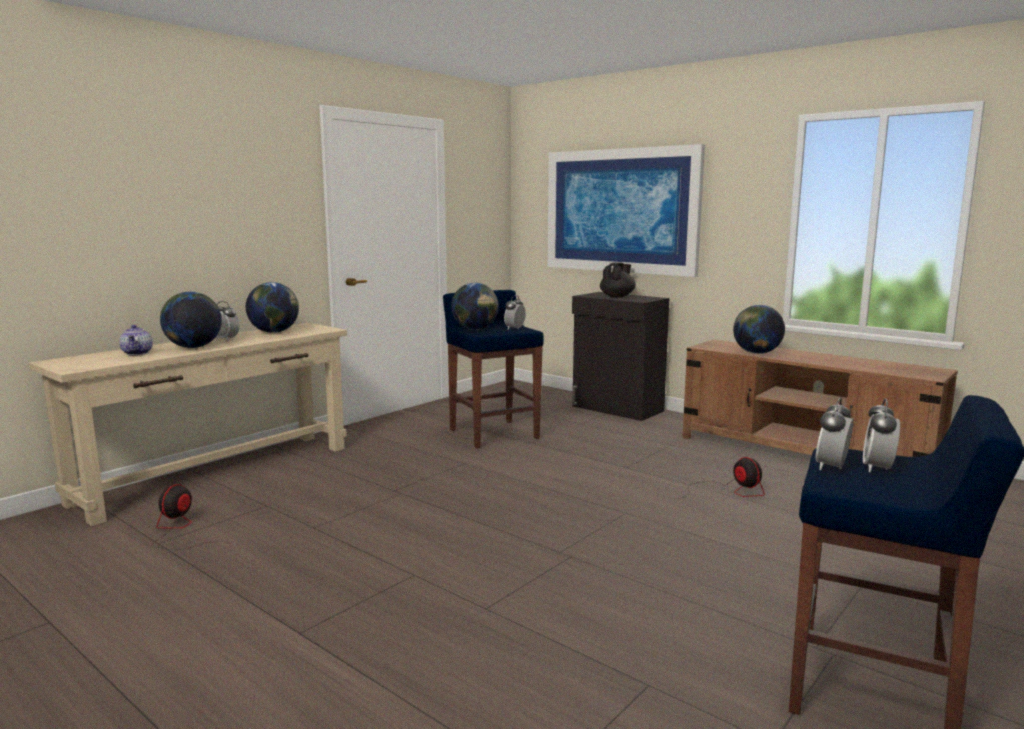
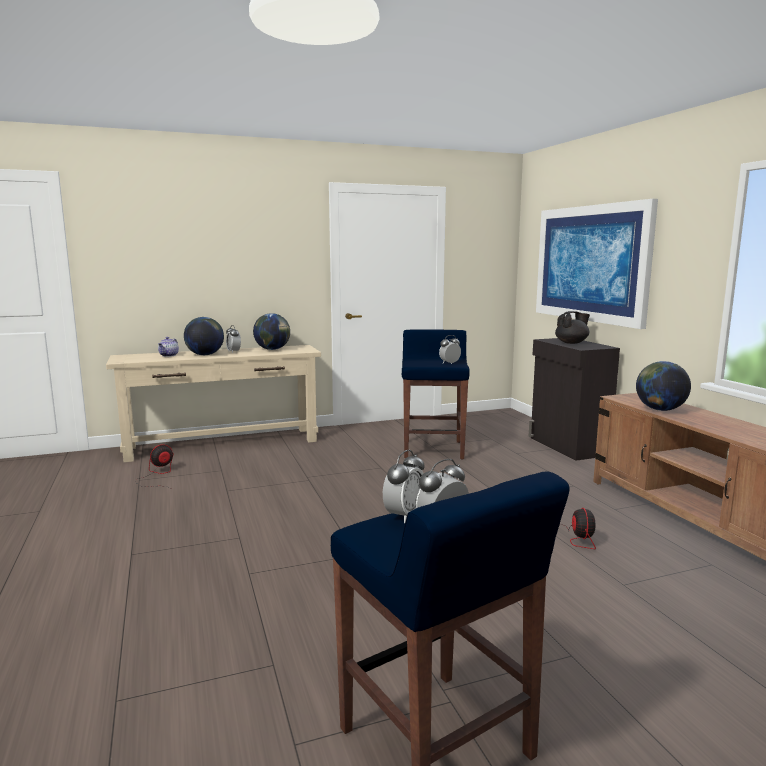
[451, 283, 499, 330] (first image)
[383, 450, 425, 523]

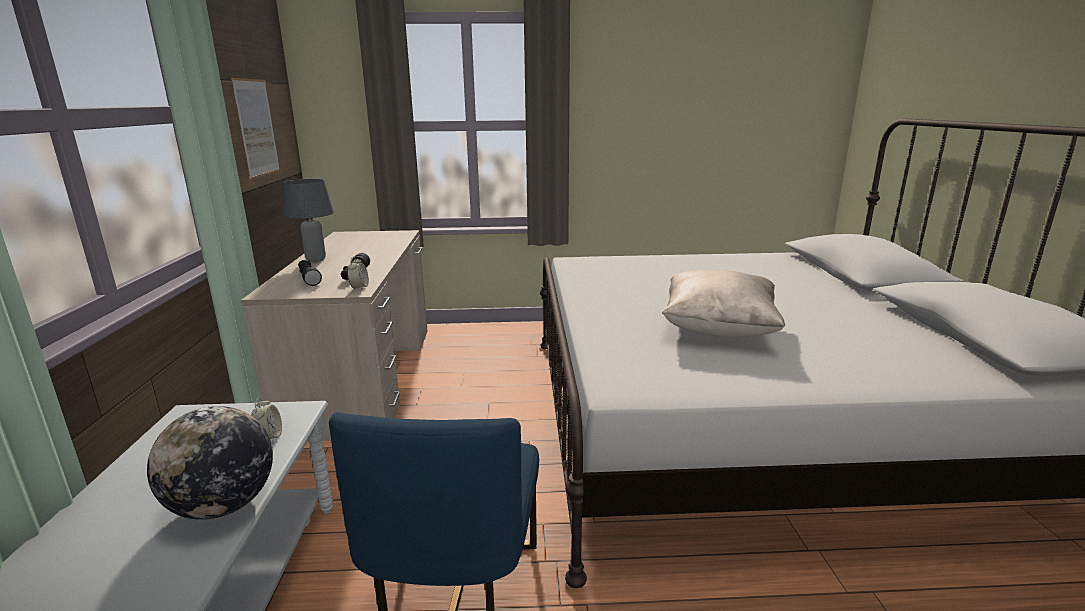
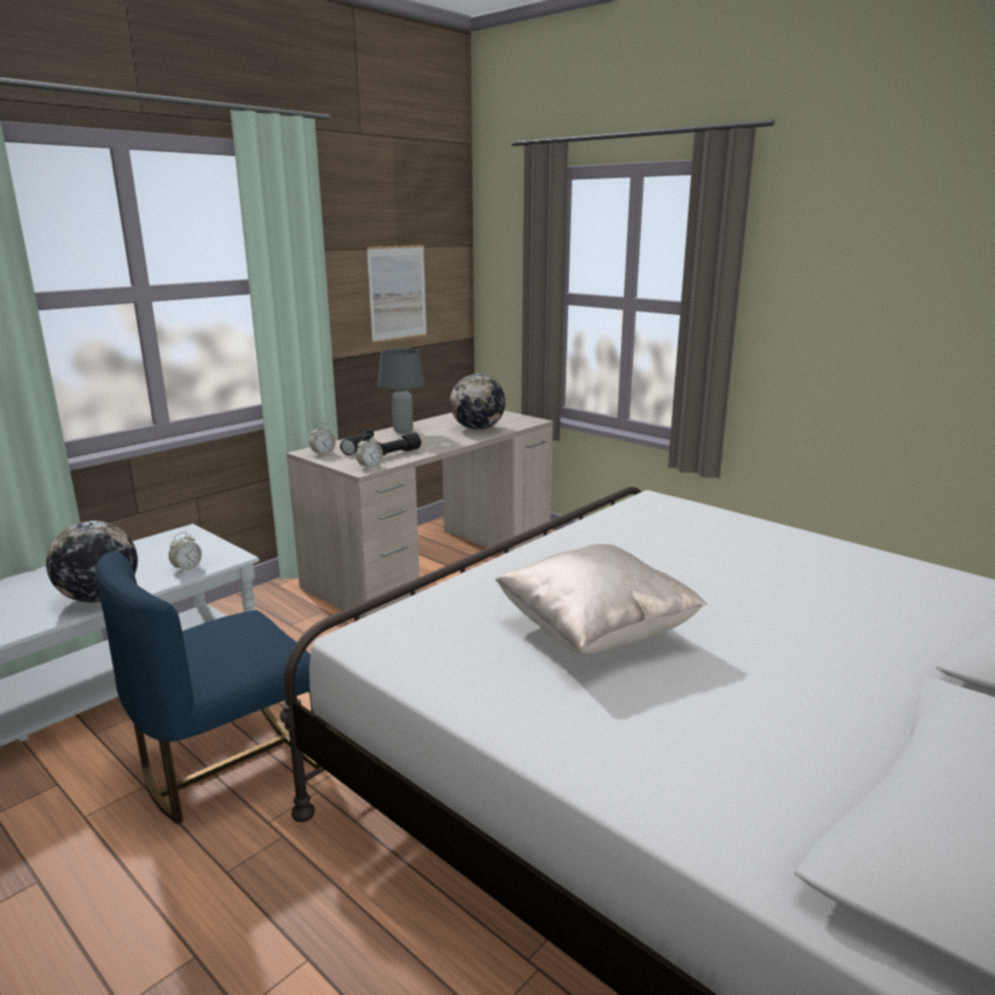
[450, 374, 505, 430]
[309, 423, 336, 456]

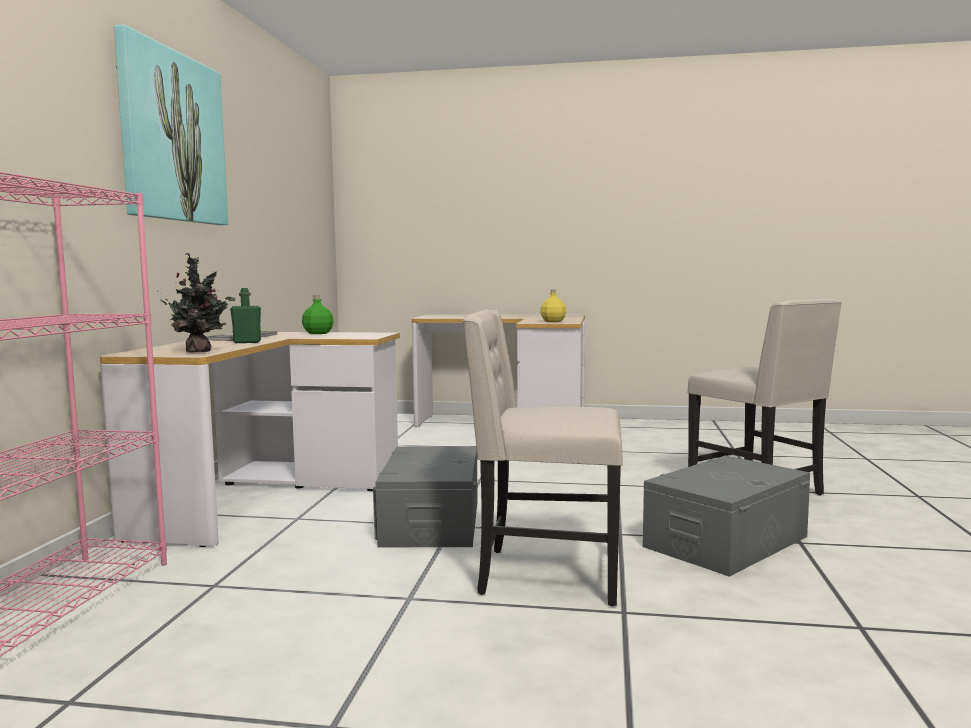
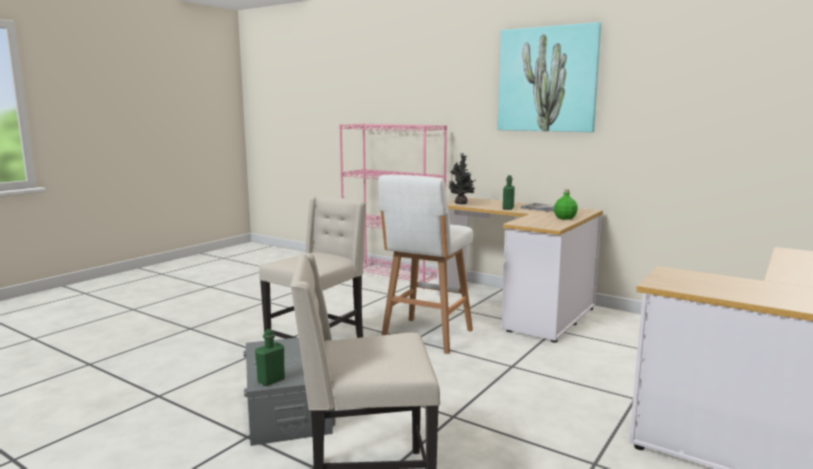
[540, 289, 566, 322] (first image)
[378, 175, 473, 354]
[255, 329, 285, 386]

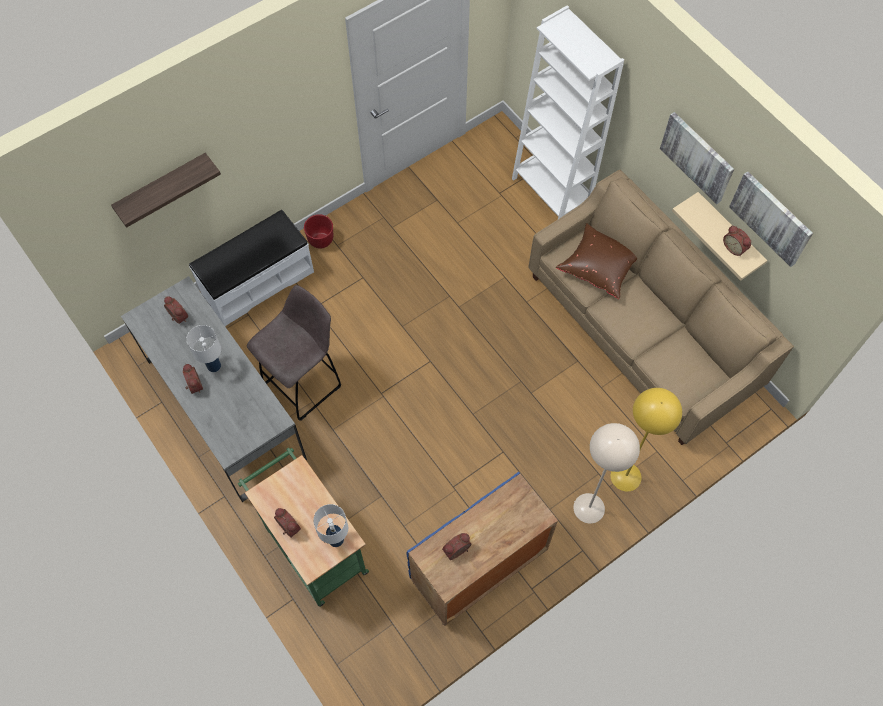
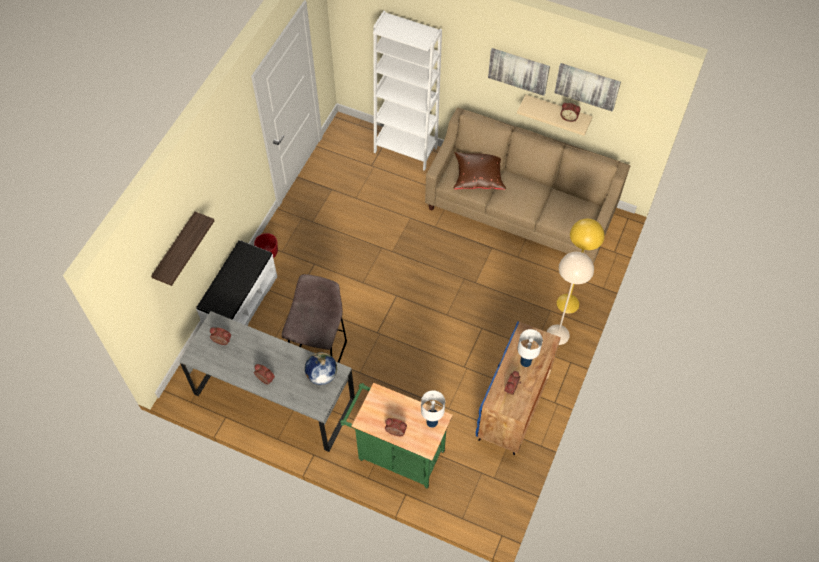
[518, 329, 543, 367]
[305, 352, 337, 385]

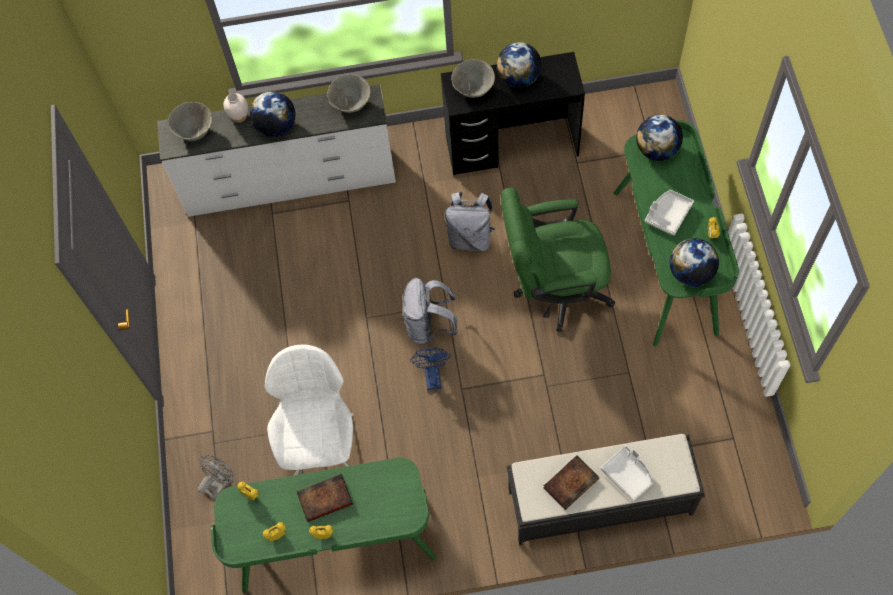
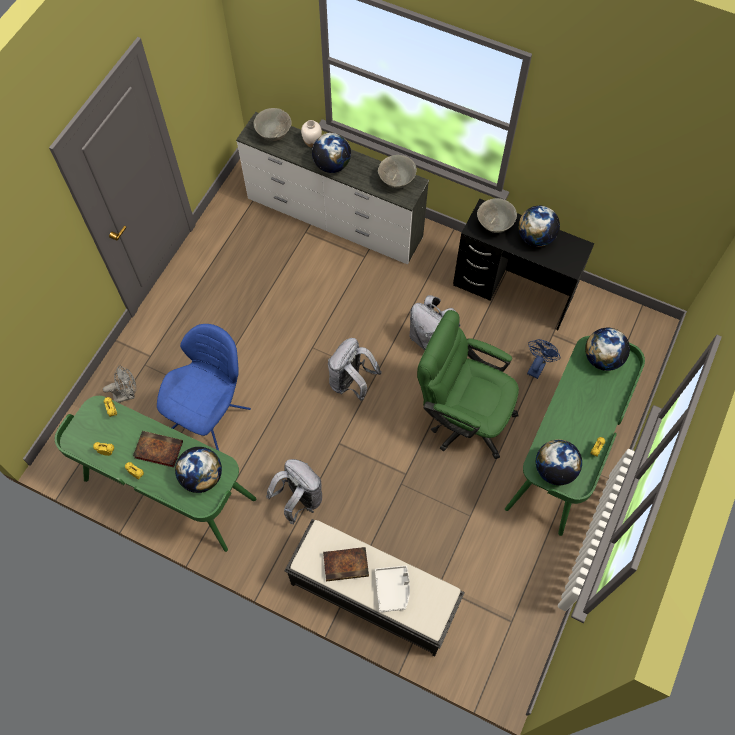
[645, 190, 694, 236] (first image)
[157, 324, 251, 451]
[527, 339, 561, 379]
[175, 447, 222, 493]
[266, 459, 322, 524]

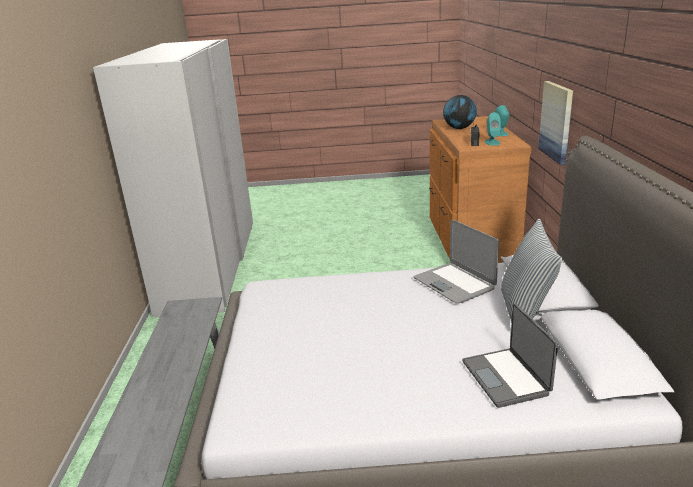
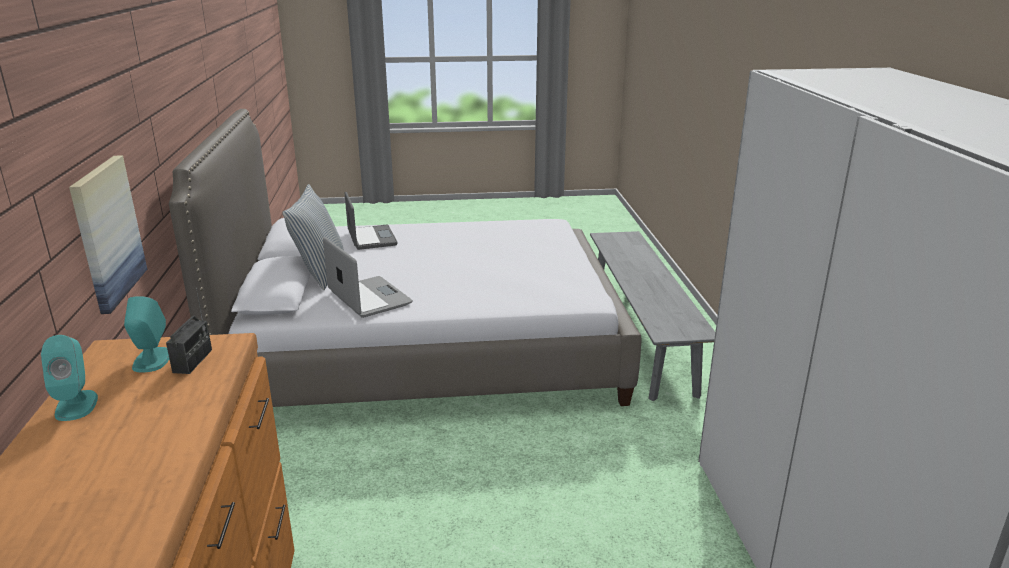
[443, 95, 477, 129] (first image)

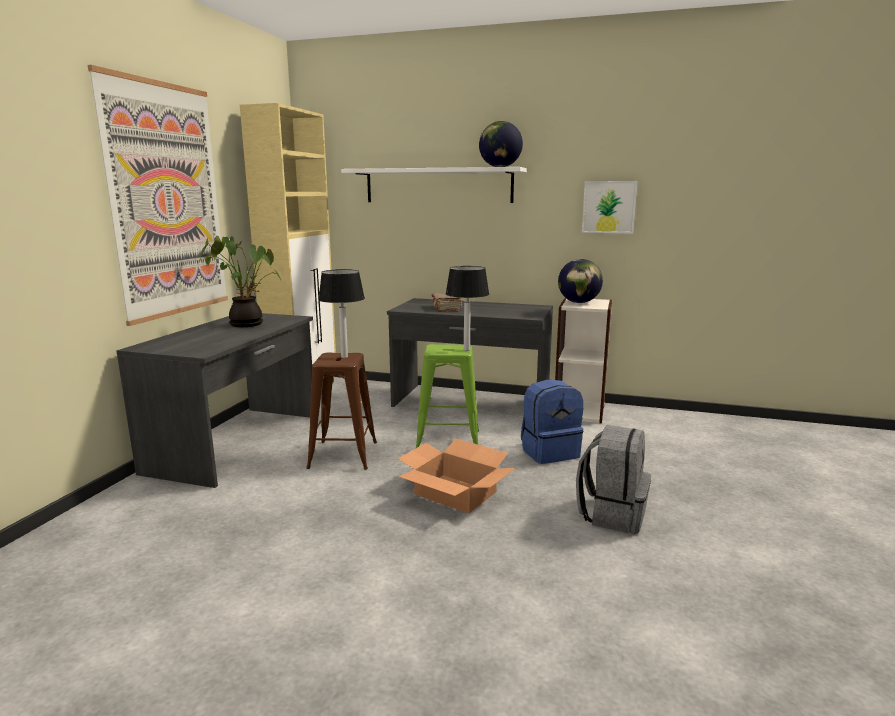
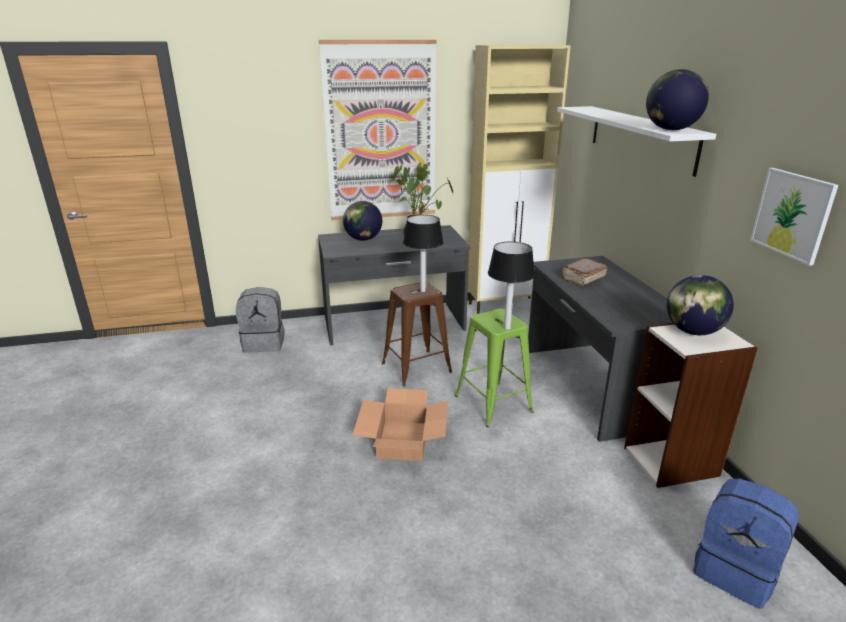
[693, 478, 799, 609]
[236, 287, 284, 353]
[343, 201, 382, 241]

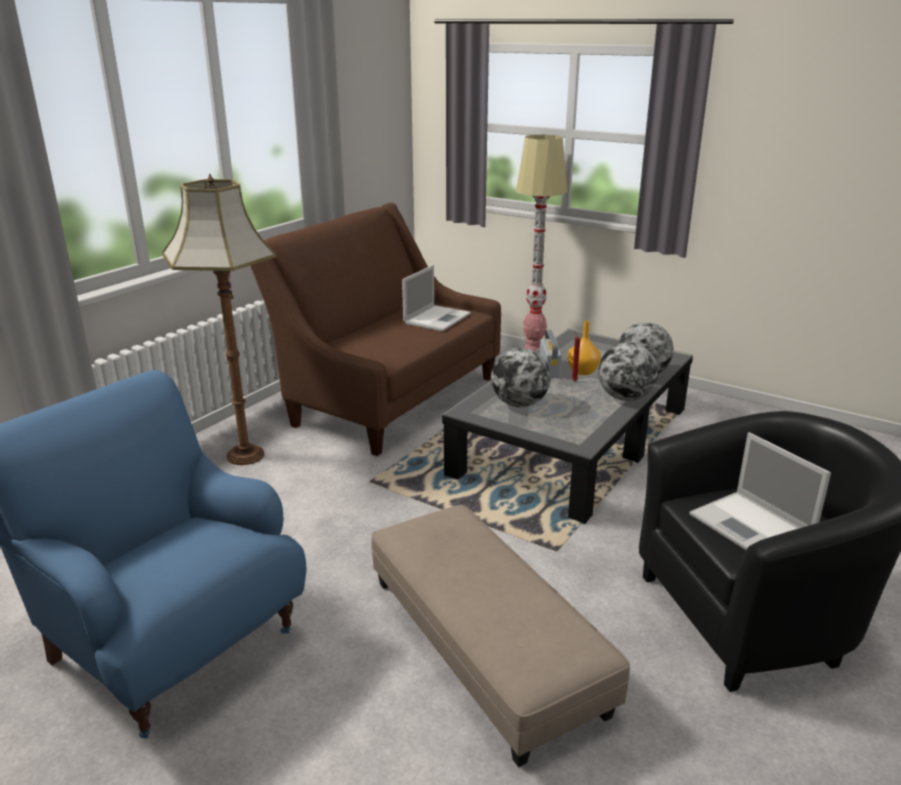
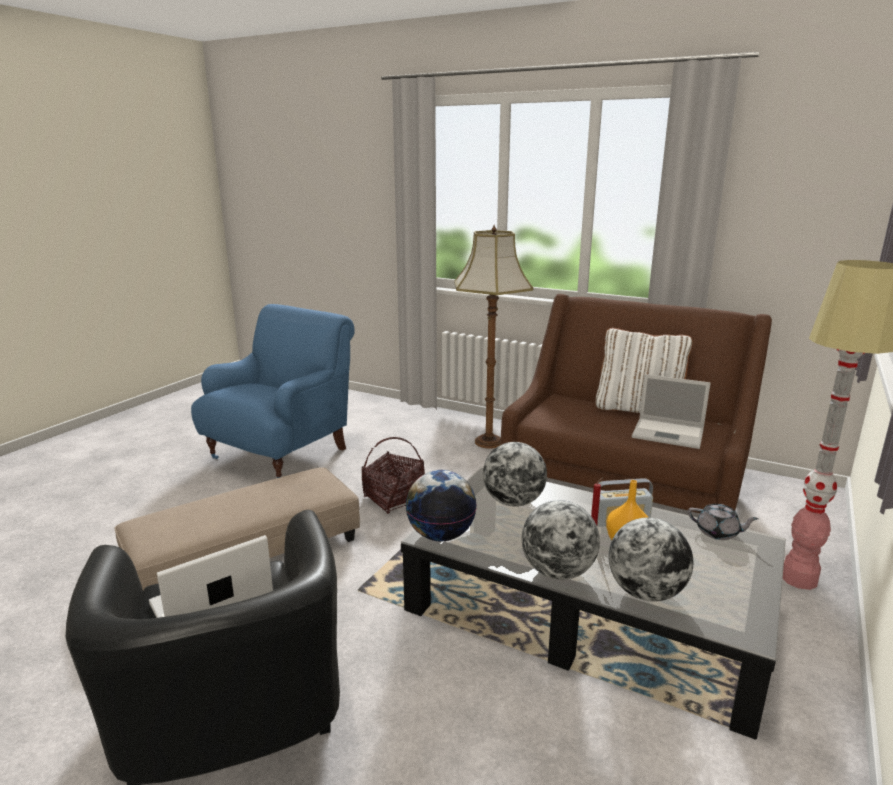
[595, 328, 693, 413]
[362, 437, 425, 514]
[406, 470, 477, 541]
[688, 504, 759, 540]

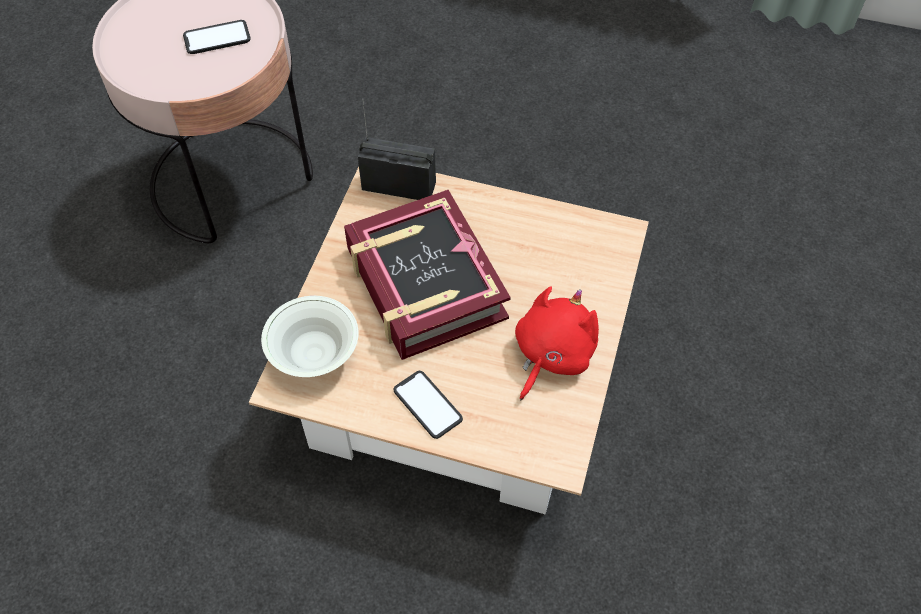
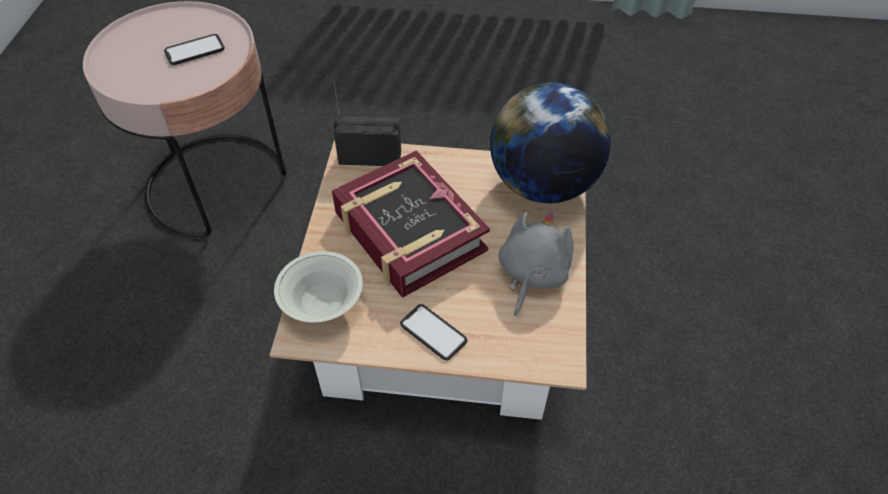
[498, 211, 574, 316]
[490, 82, 611, 203]

